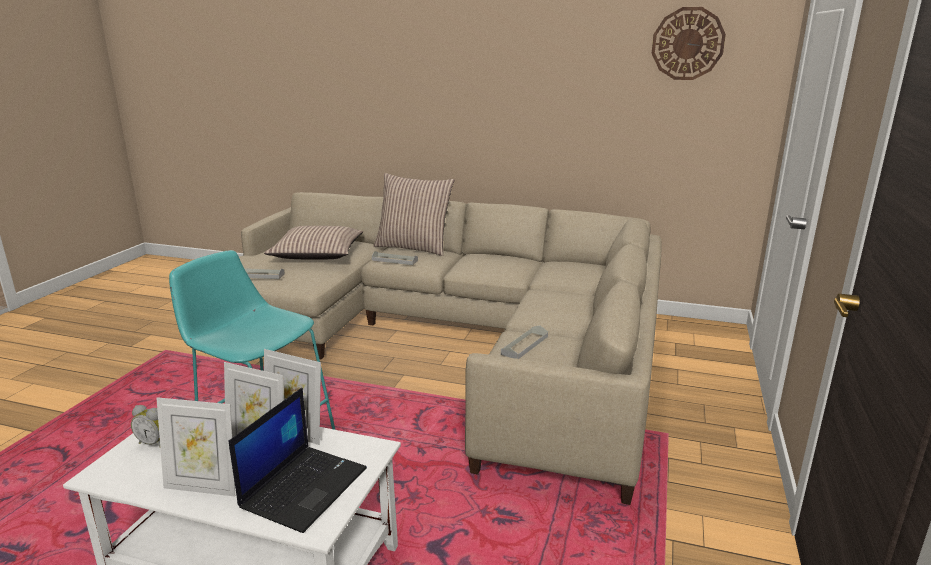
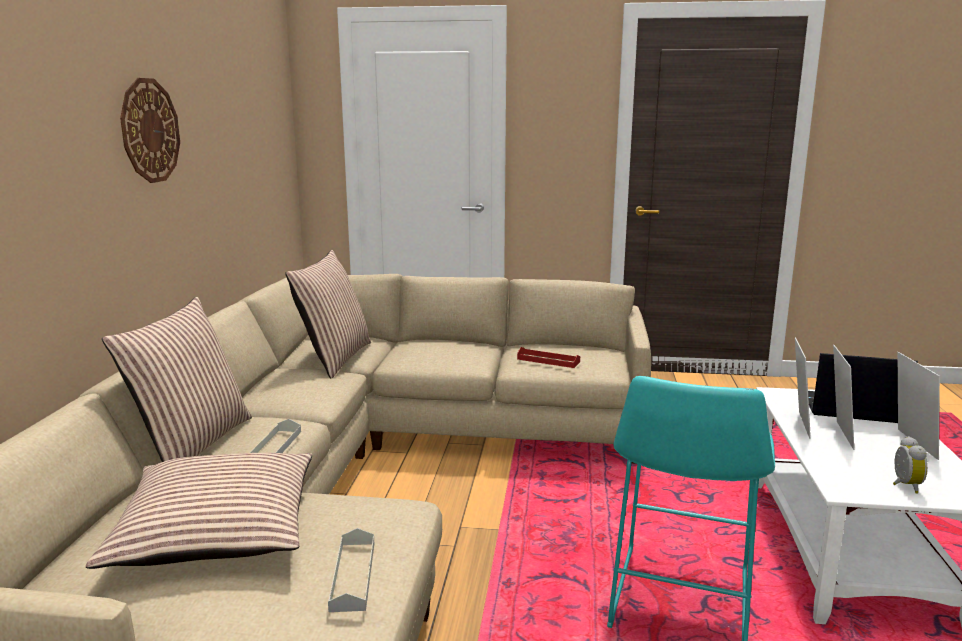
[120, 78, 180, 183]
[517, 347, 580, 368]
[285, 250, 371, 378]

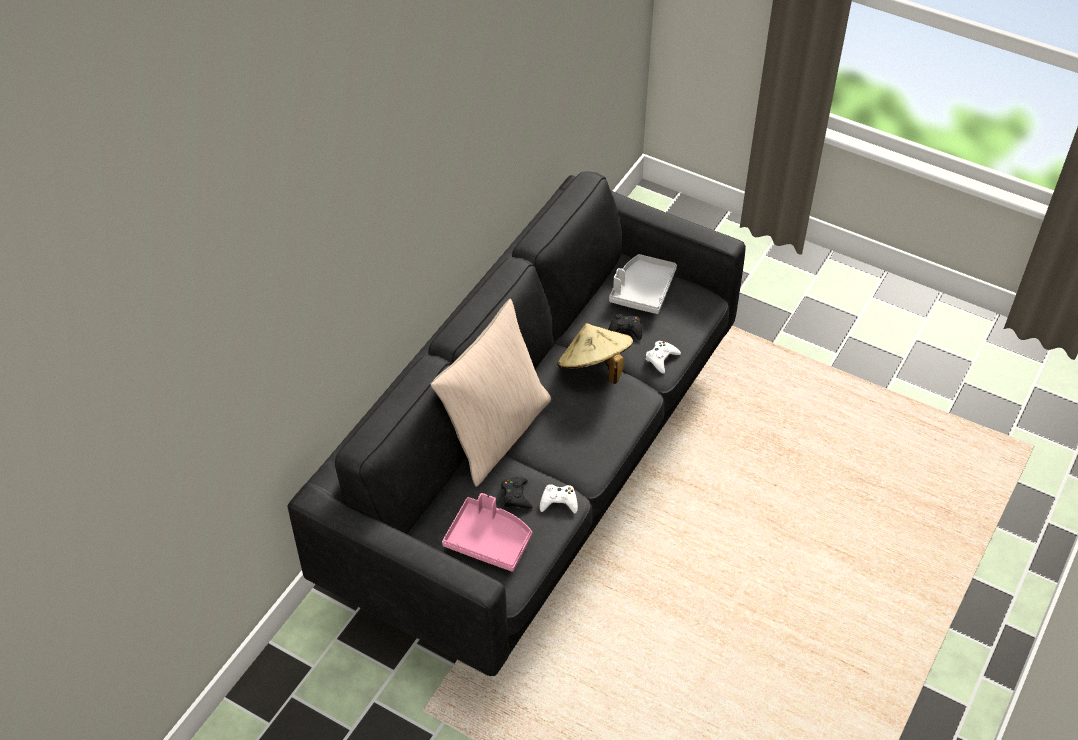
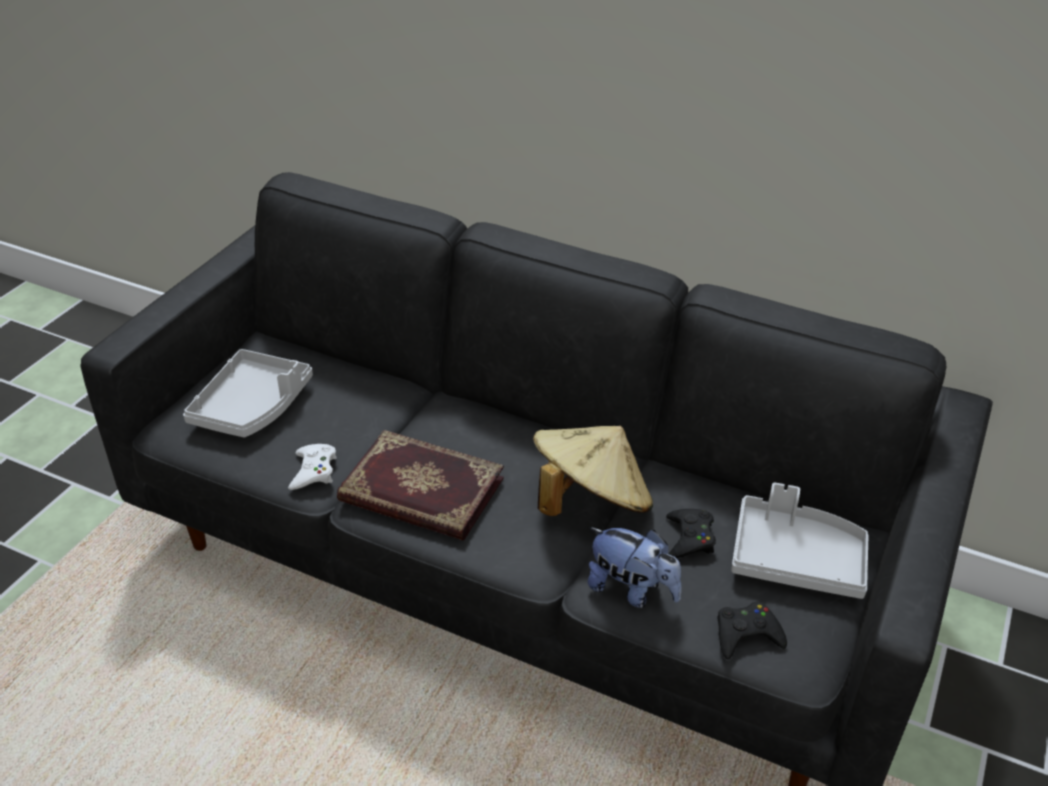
[430, 299, 551, 487] (first image)
[588, 527, 682, 608]
[718, 602, 787, 660]
[183, 349, 313, 438]
[337, 430, 504, 541]

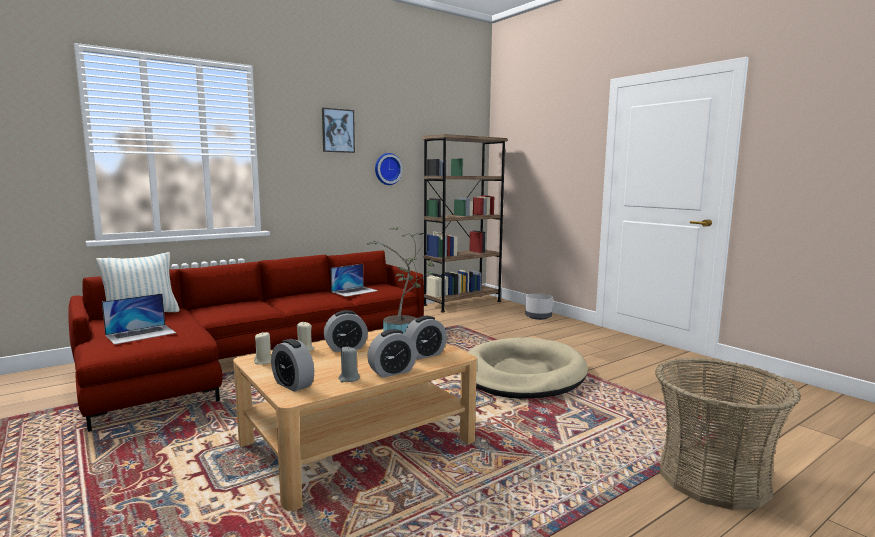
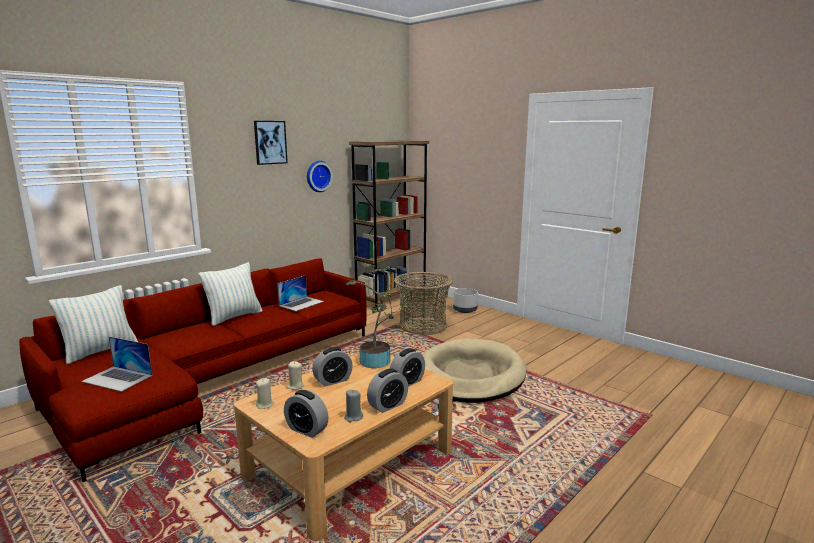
[81, 336, 152, 392]
[394, 272, 453, 335]
[198, 262, 262, 326]

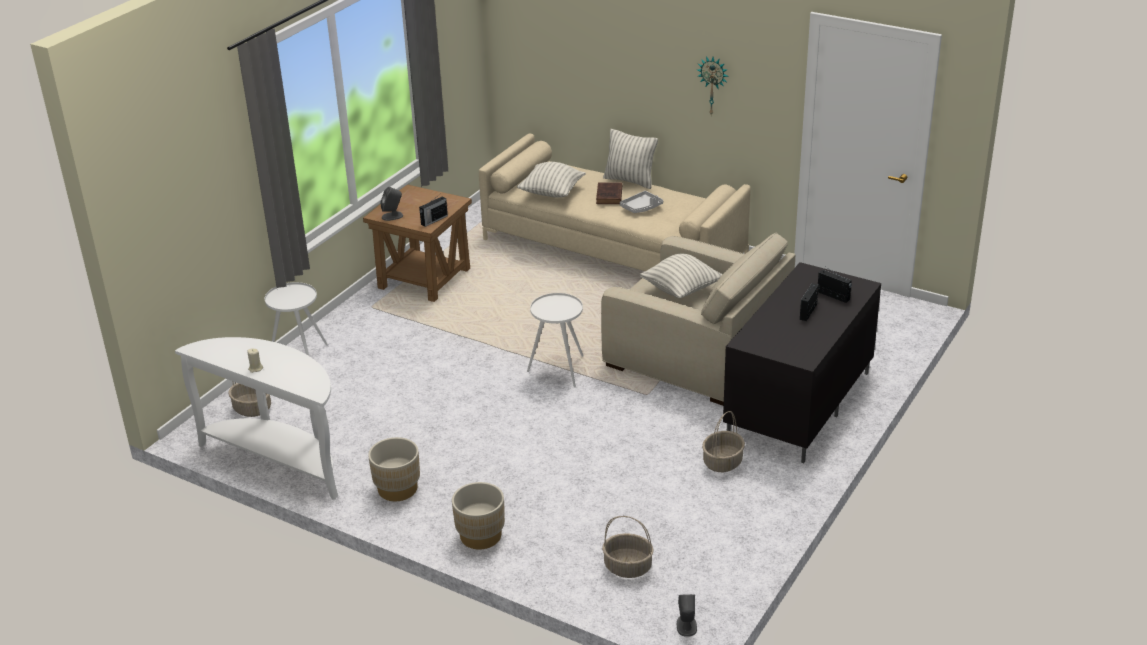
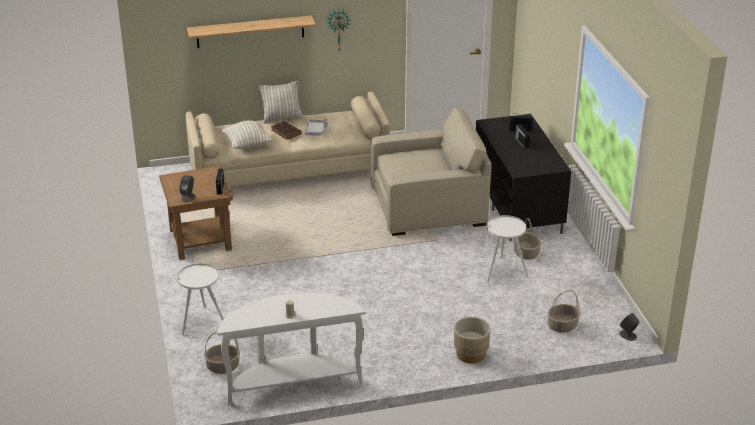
[640, 254, 722, 298] (first image)
[487, 215, 528, 283]
[368, 437, 420, 501] (first image)
[187, 15, 316, 48]

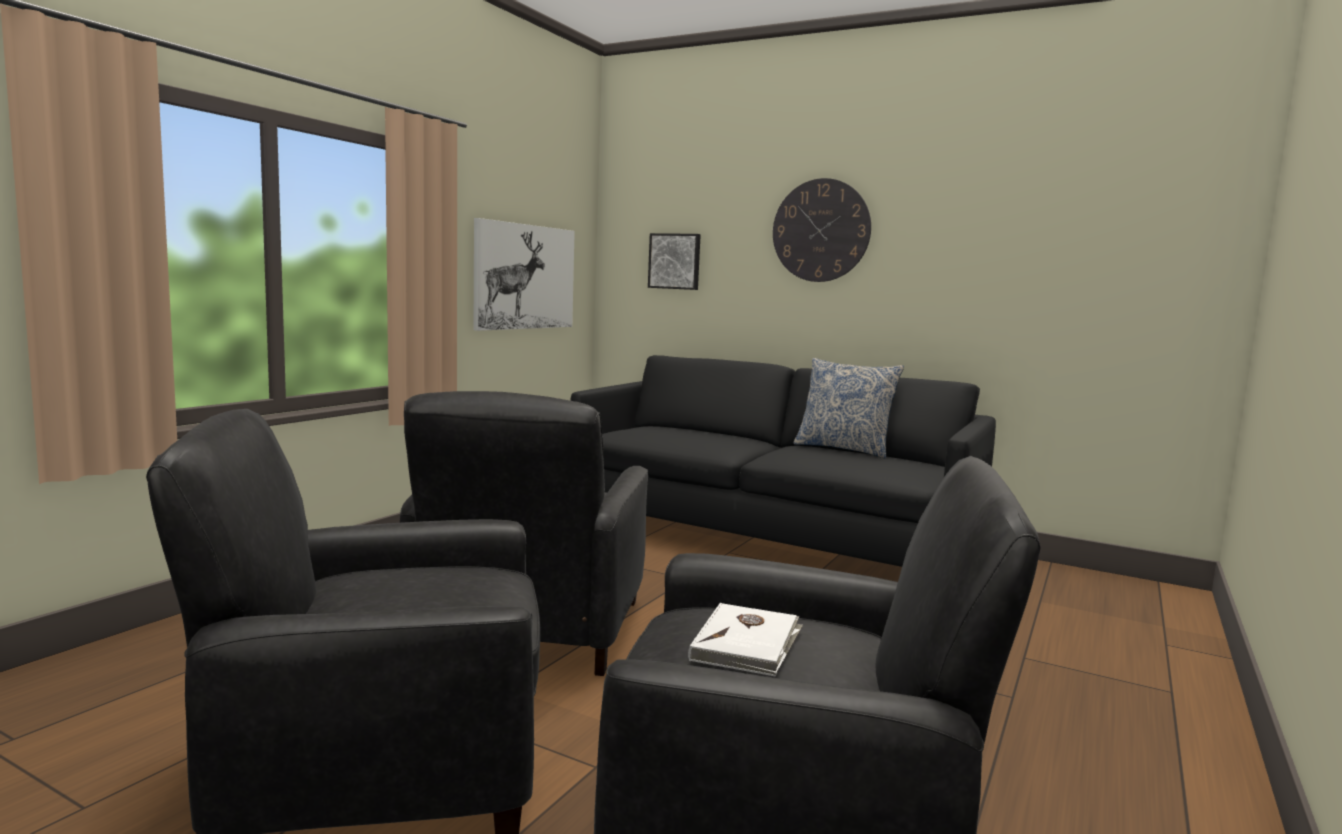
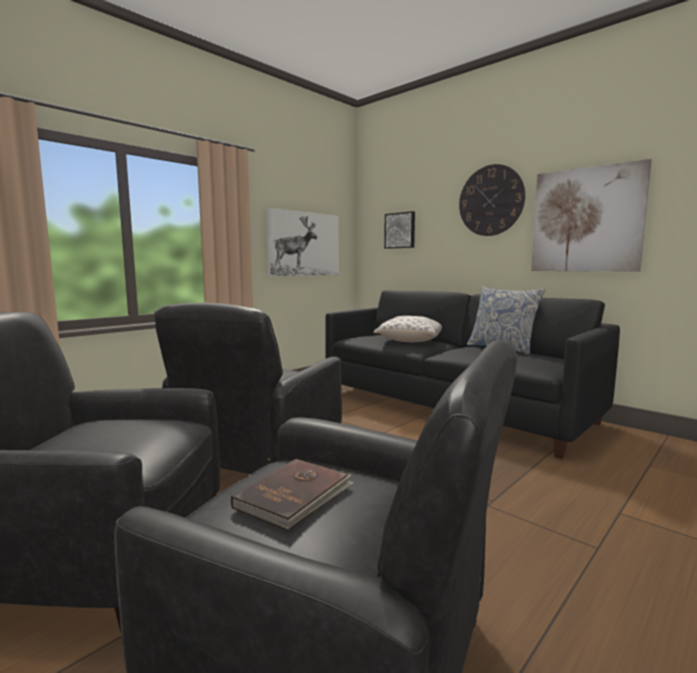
[231, 459, 354, 531]
[531, 159, 652, 272]
[373, 316, 442, 342]

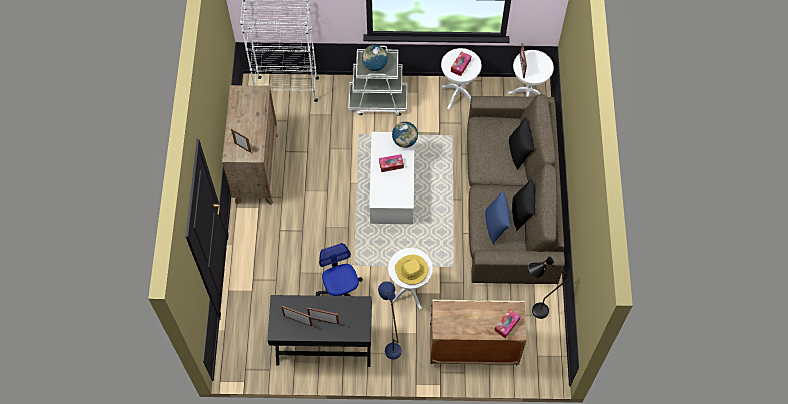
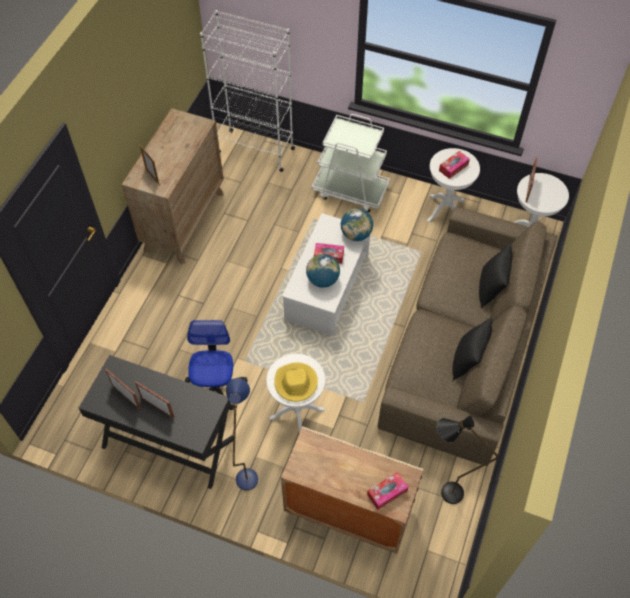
[306, 254, 340, 288]
[485, 190, 510, 244] (first image)

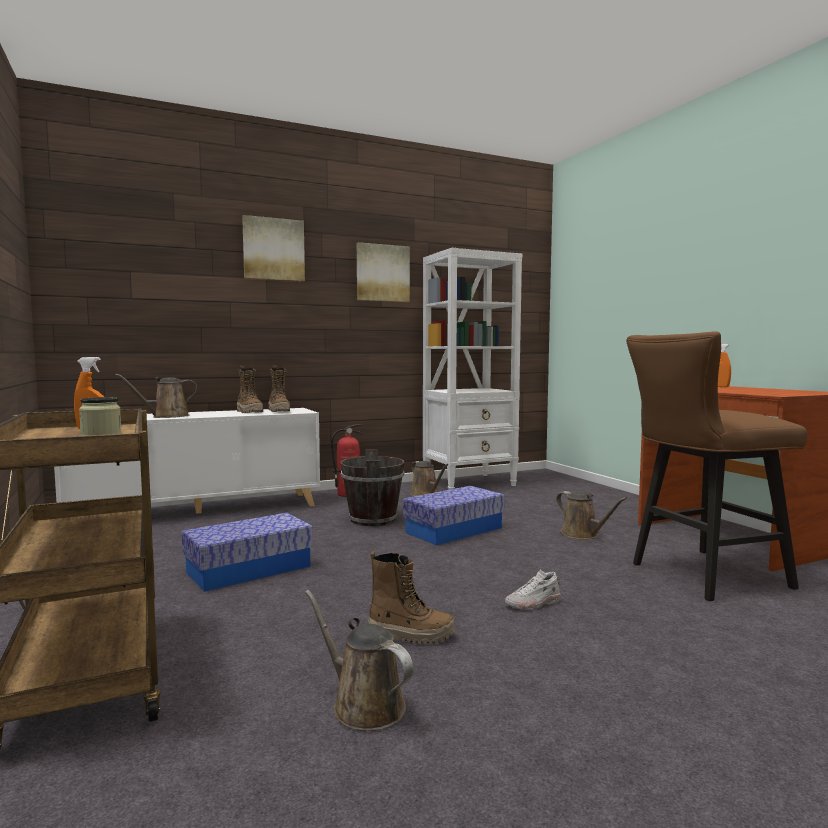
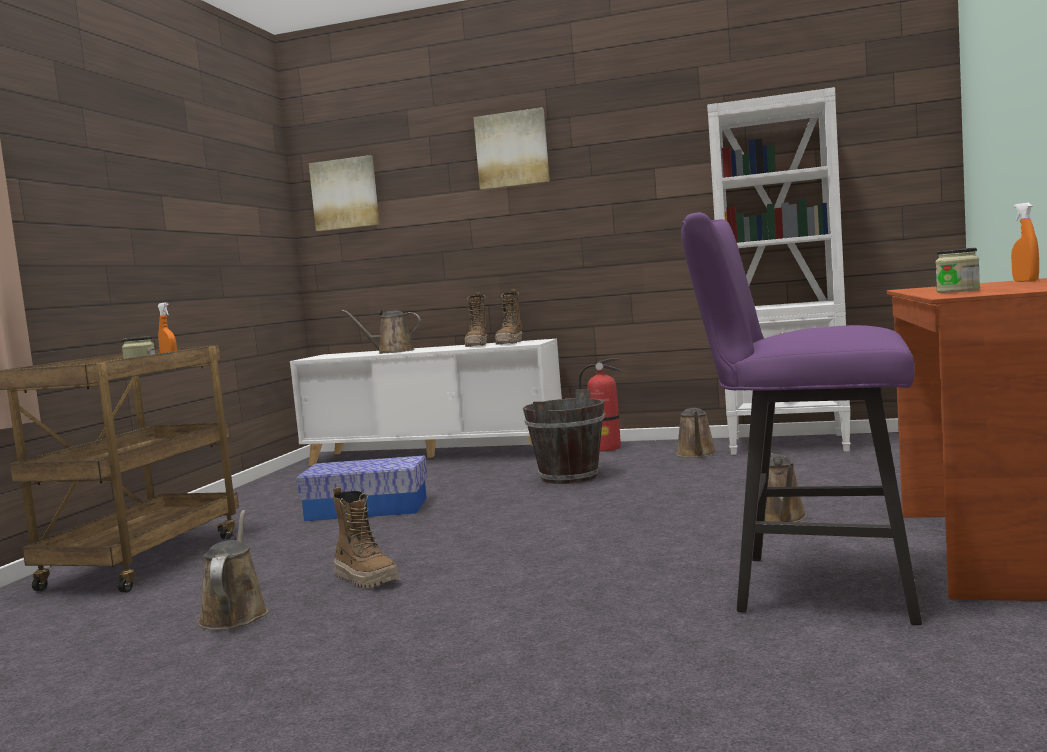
[309, 155, 380, 231]
[681, 212, 922, 625]
[403, 486, 504, 545] (first image)
[505, 569, 561, 610] (first image)
[935, 248, 980, 293]

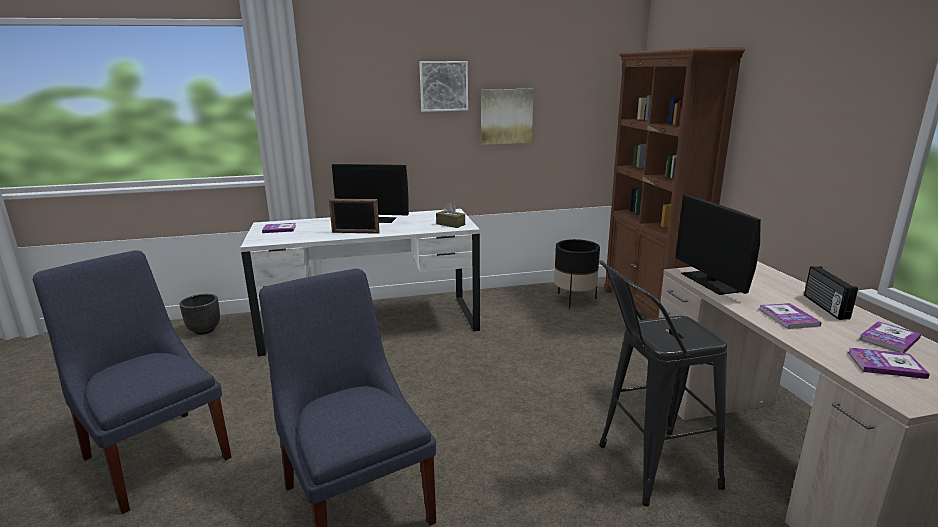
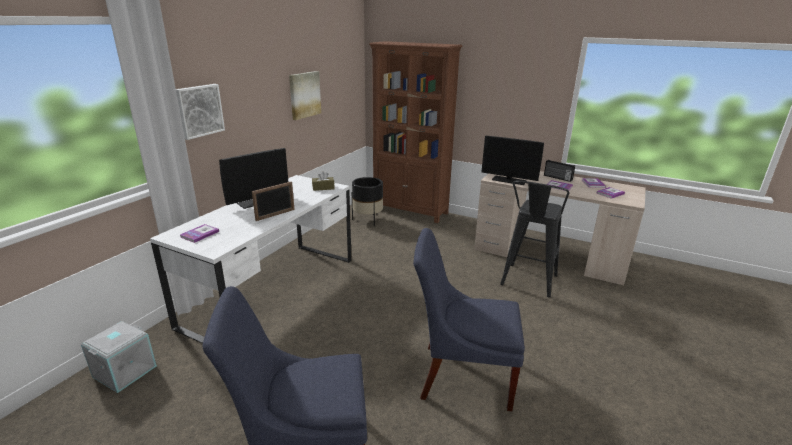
[176, 84, 225, 140]
[81, 321, 157, 393]

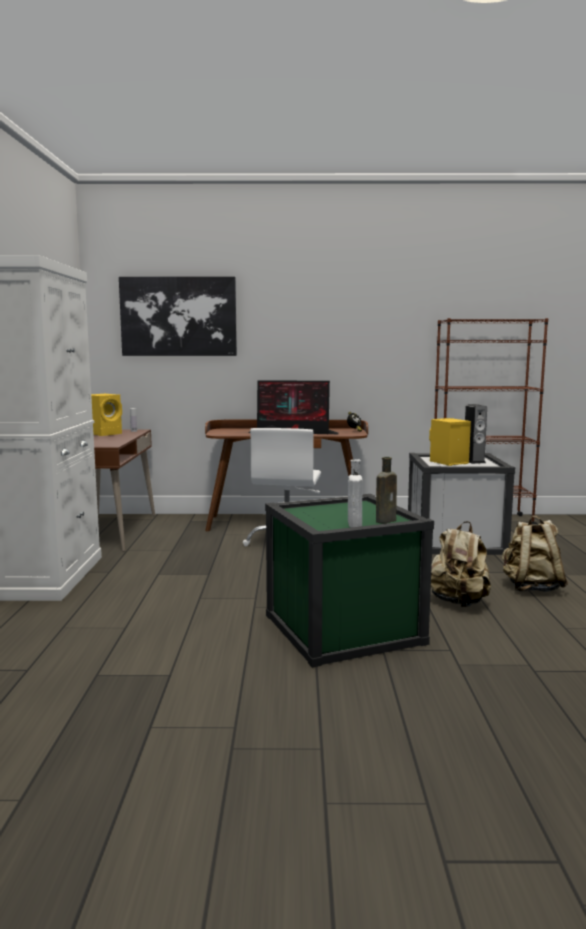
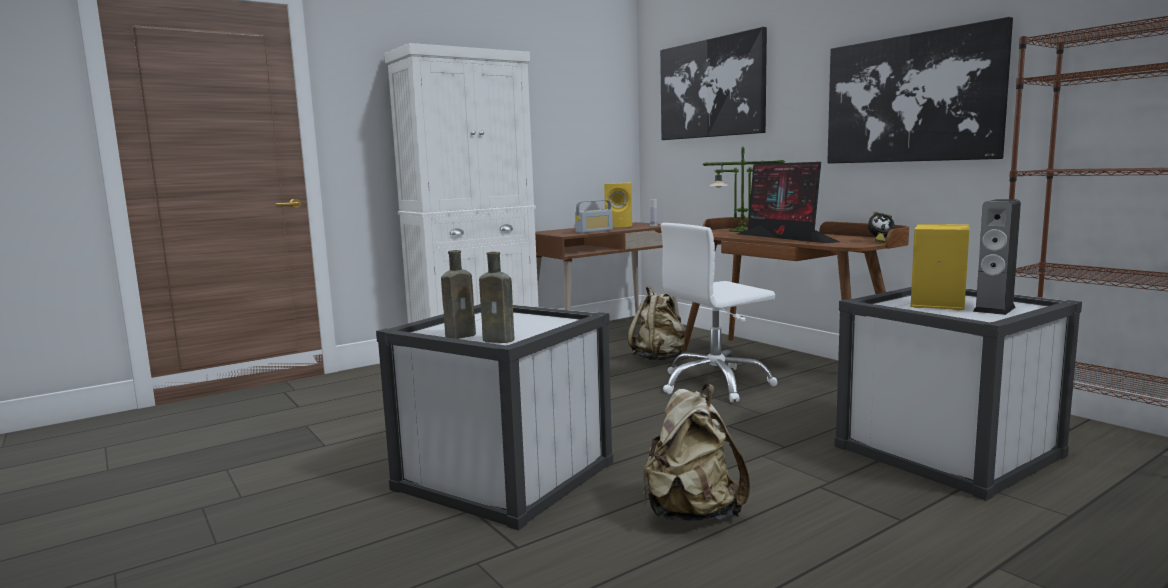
[441, 250, 476, 339]
[376, 303, 613, 531]
[627, 286, 686, 361]
[827, 17, 1013, 164]
[703, 147, 785, 232]
[575, 200, 613, 233]

